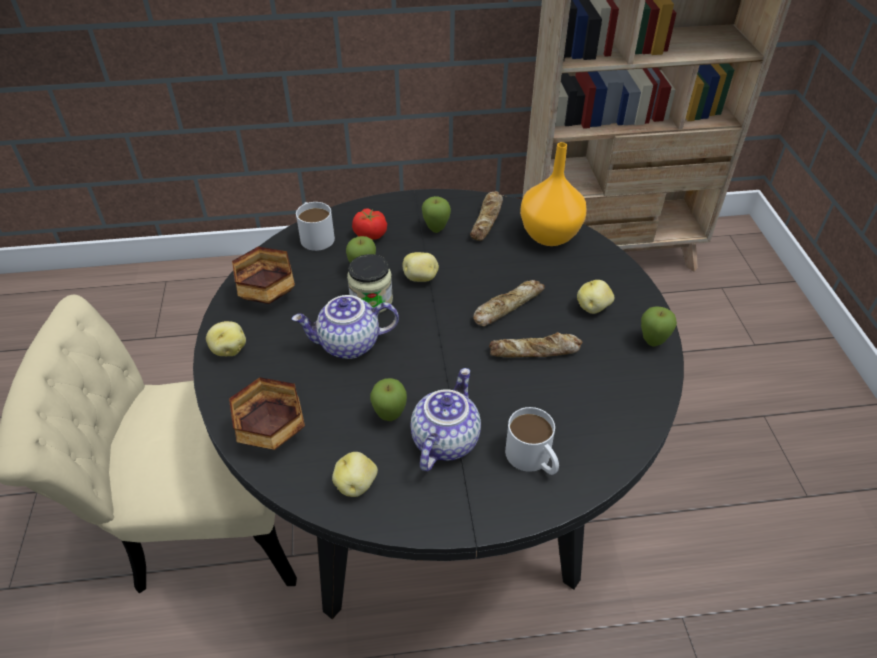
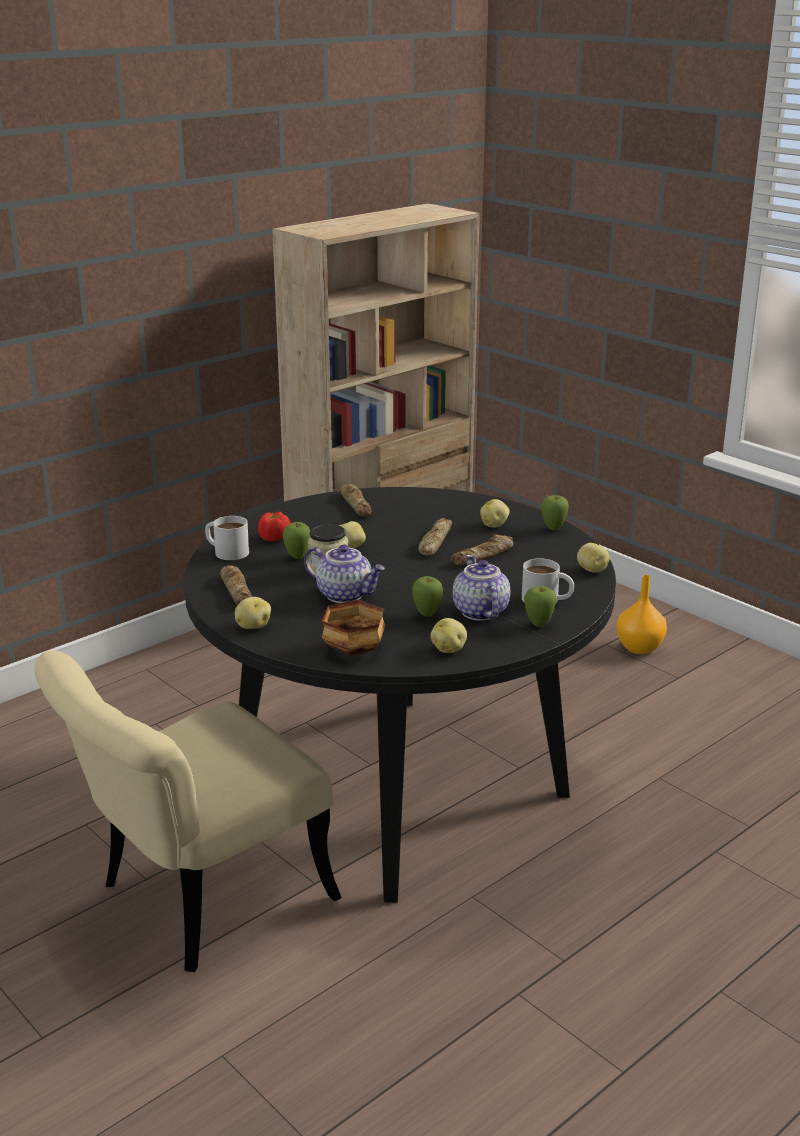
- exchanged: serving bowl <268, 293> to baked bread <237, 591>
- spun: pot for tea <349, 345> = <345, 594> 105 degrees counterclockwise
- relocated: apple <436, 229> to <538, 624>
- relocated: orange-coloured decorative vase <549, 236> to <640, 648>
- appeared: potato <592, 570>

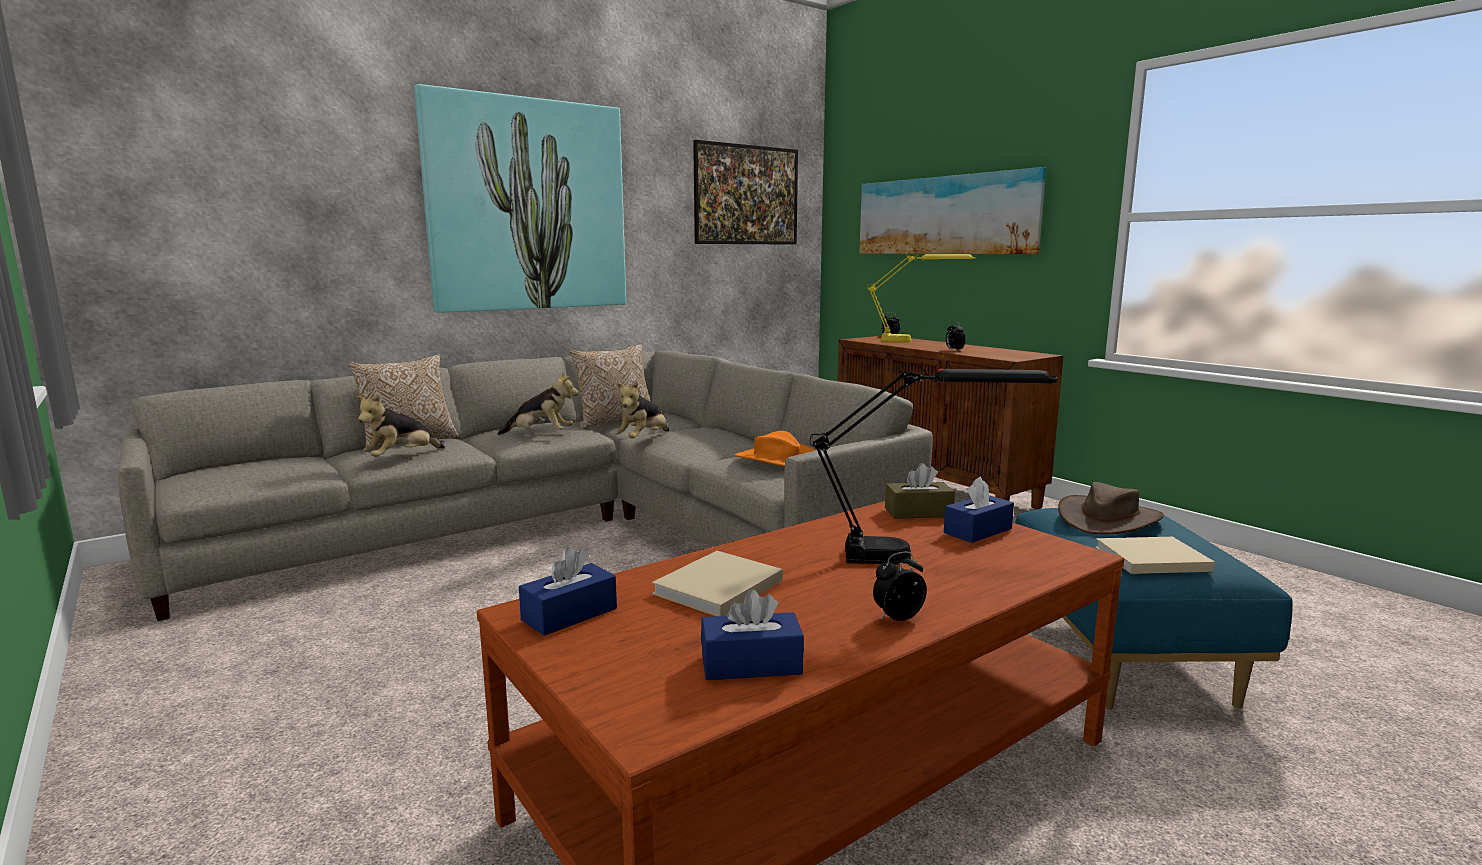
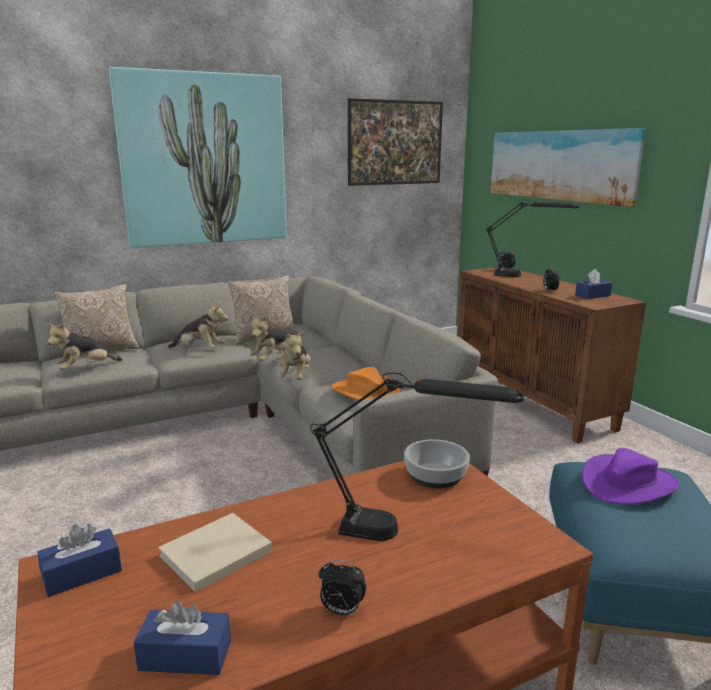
- colour: yellow table lamp <916, 341> to black table lamp <525, 276>
- spun: table clock <897, 617> = <341, 611> 150 degrees counterclockwise
- exchanged: brown-coloured box of tissues <918, 512> to serving bowl <436, 475>
- relocated: bluish box of tissues <977, 531> to <592, 295>
- colour: brown-coloured wearable hat <1108, 519> to purple-coloured wearable hat <628, 483>
- missing: beige-coloured volume <1149, 559>
- appeared: plush toy <295, 377>

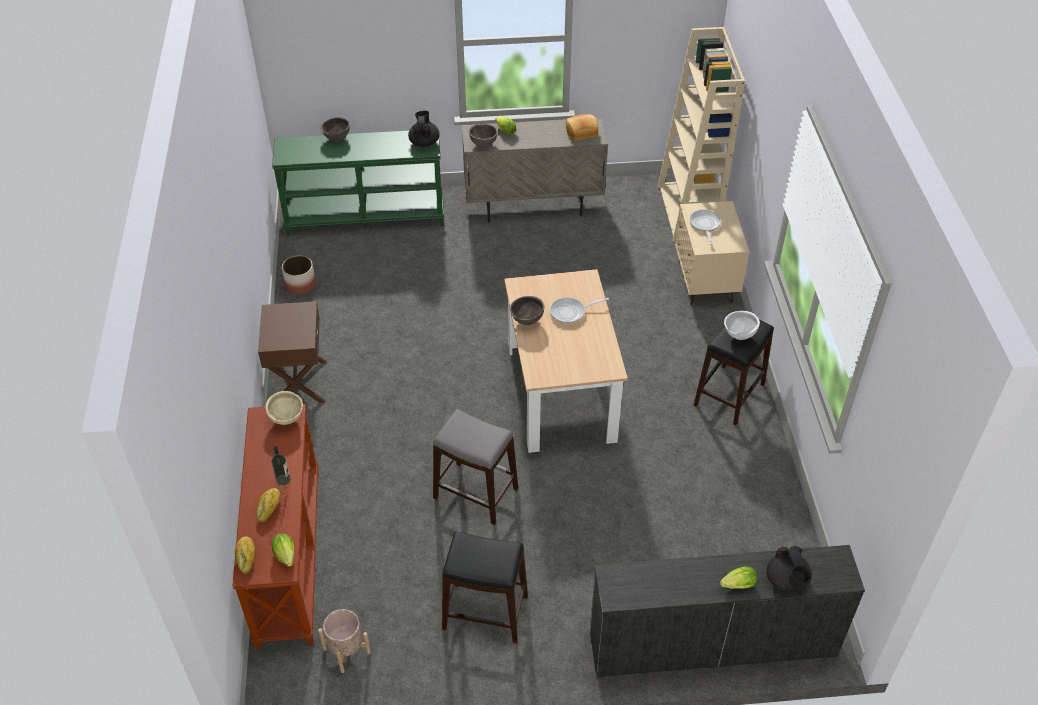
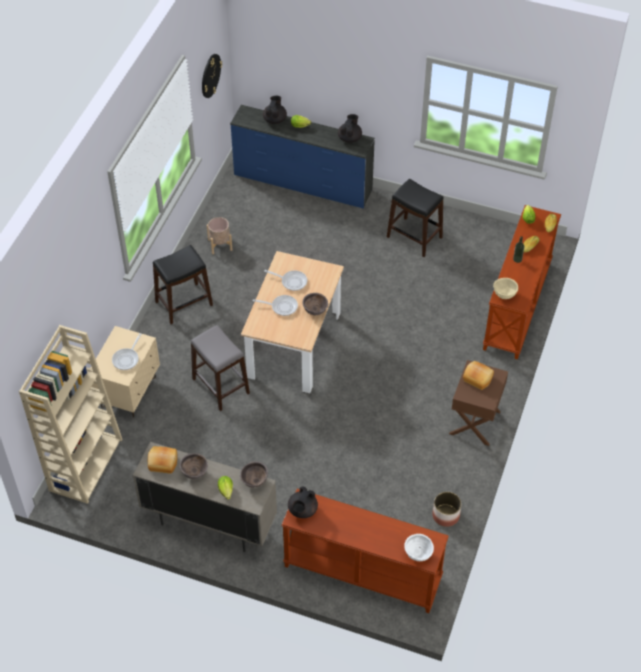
- colour: green hall table <366, 216> to brown-coloured hall table <361, 573>
- relocated: beige-coloured planter <347, 651> to <220, 244>
- relocated: brown-coloured serving bowl <337, 139> to <194, 473>
- relocated: gray stool seat <475, 493> to <220, 386>
- relocated: white serving bowl <739, 335> to <418, 554>
- appeared: hanging clock <210, 75>
- appeared: skillet <292, 281>
- appeared: black pot for tea <349, 138>
- appeared: baked bread <478, 378>

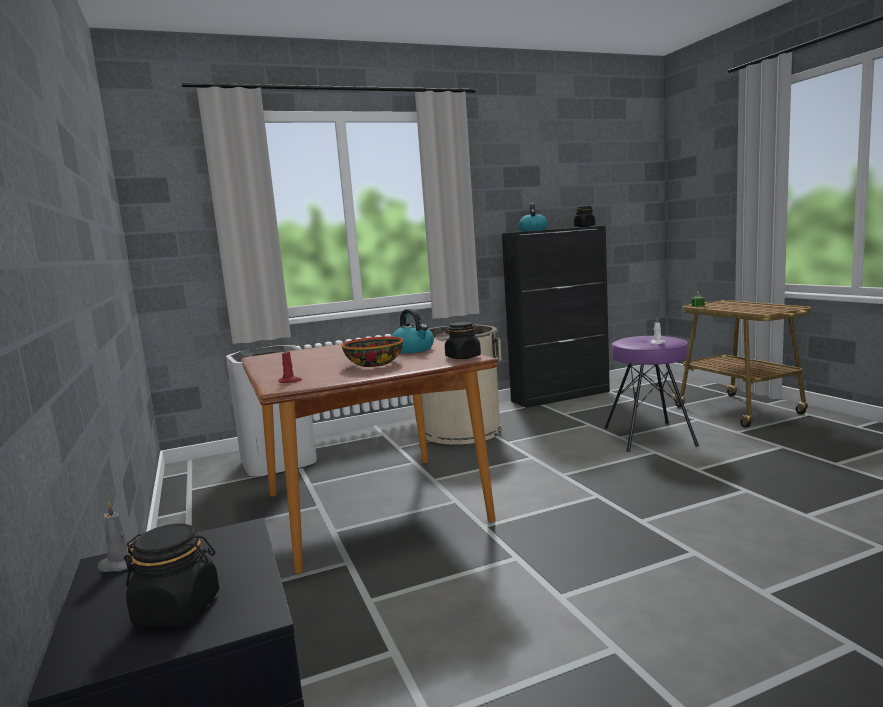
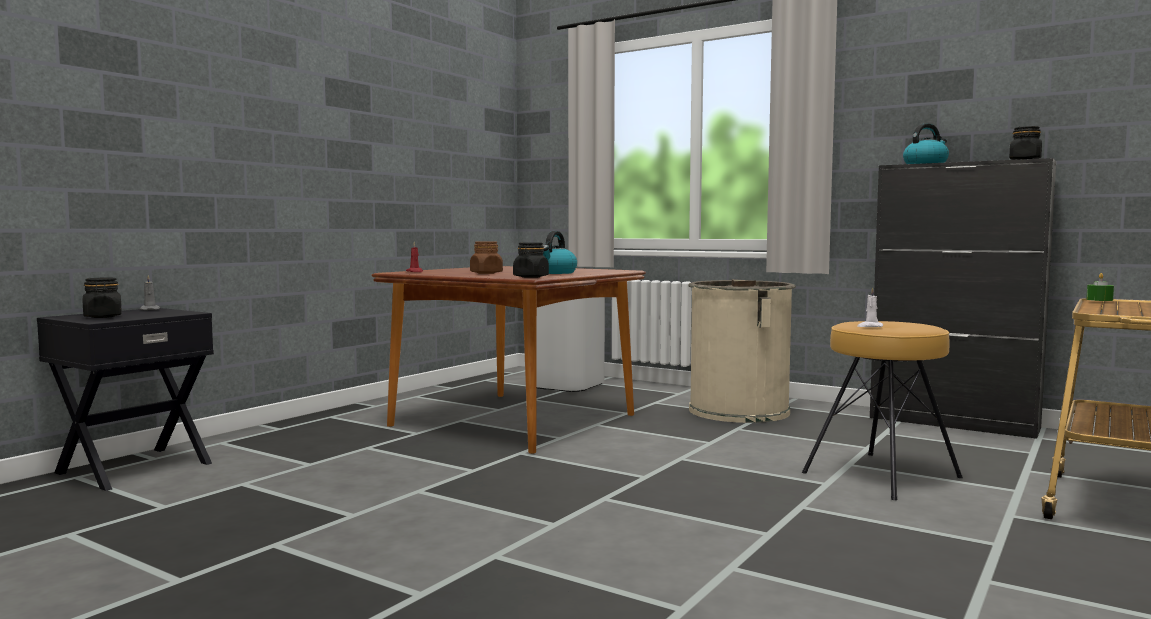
- exchanged: serving bowl <374, 364> to brown-coloured jar <486, 273>
- colour: purple-coloured stool seat <649, 436> to brown-coloured stool seat <882, 475>

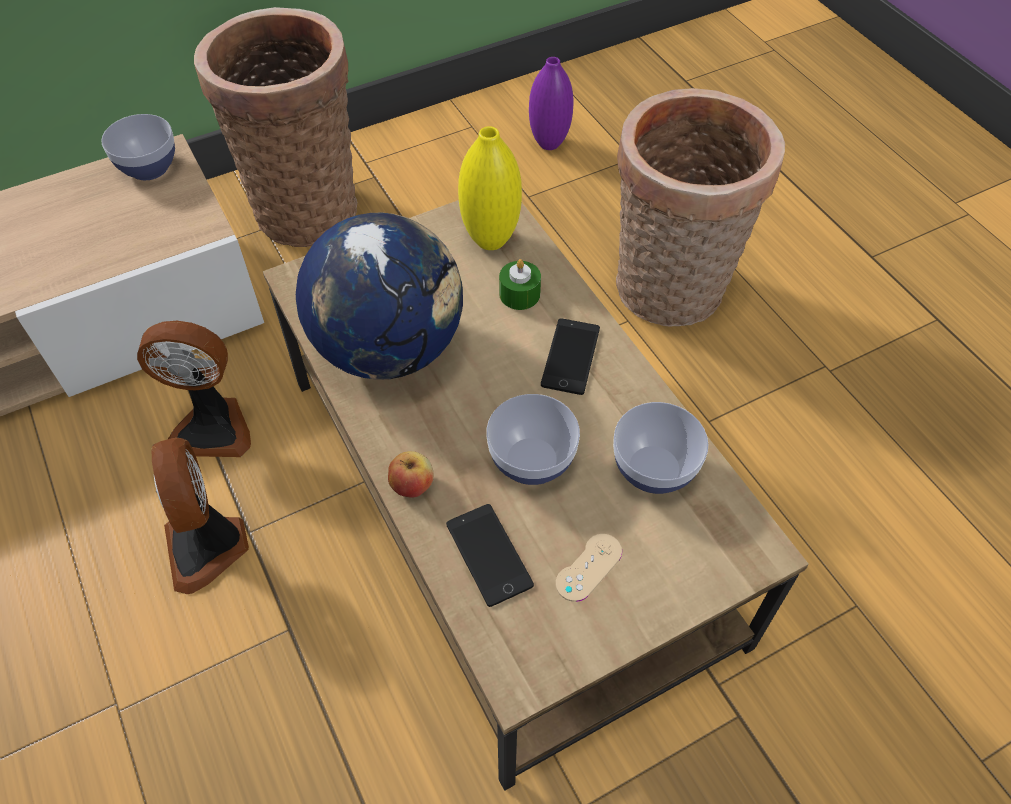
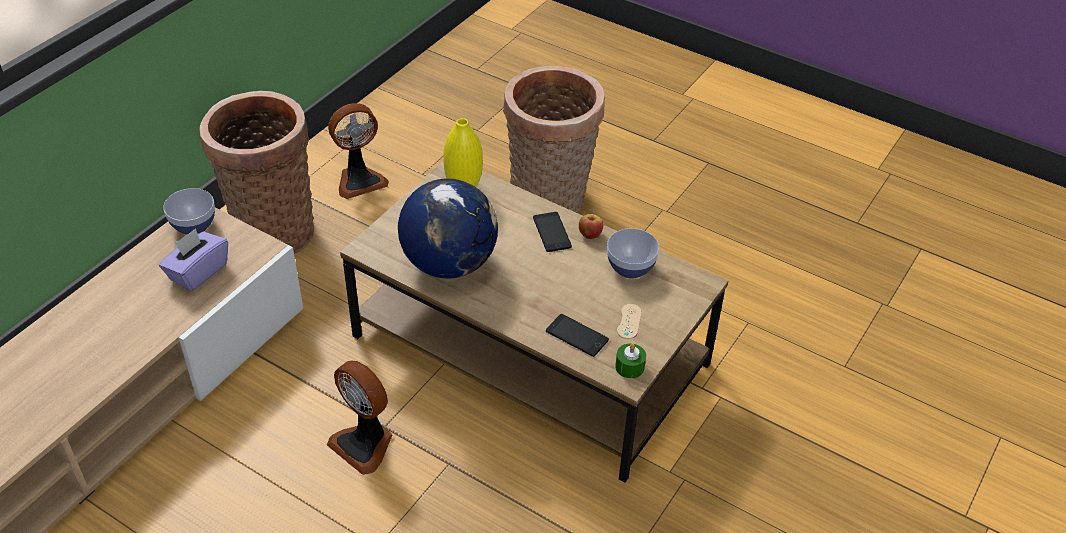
- relocated: electric fan <213, 427> to <359, 180>
- relocated: apple <412, 485> to <590, 234>
- missing: serving bowl <532, 461>
- relocated: green wax light <519, 294> to <629, 367>
- missing: purple-coloured decorative vase <549, 143>
- appeared: purple-coloured box of tissues <198, 272>

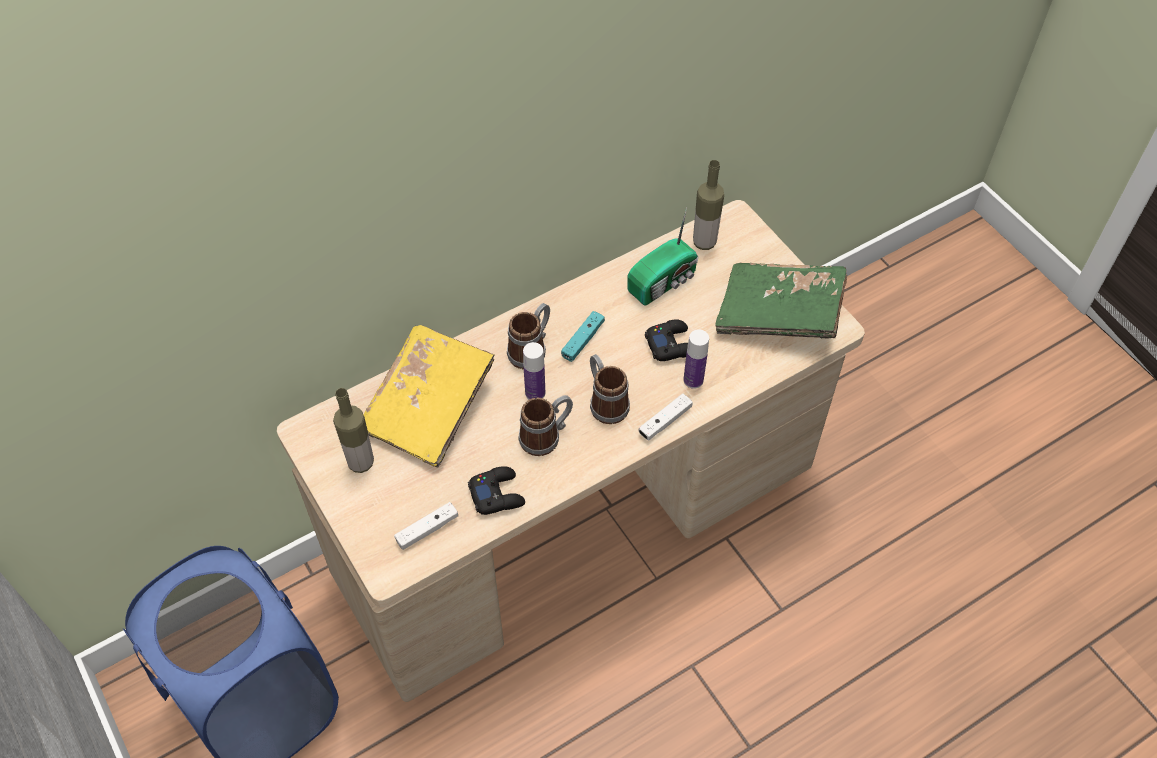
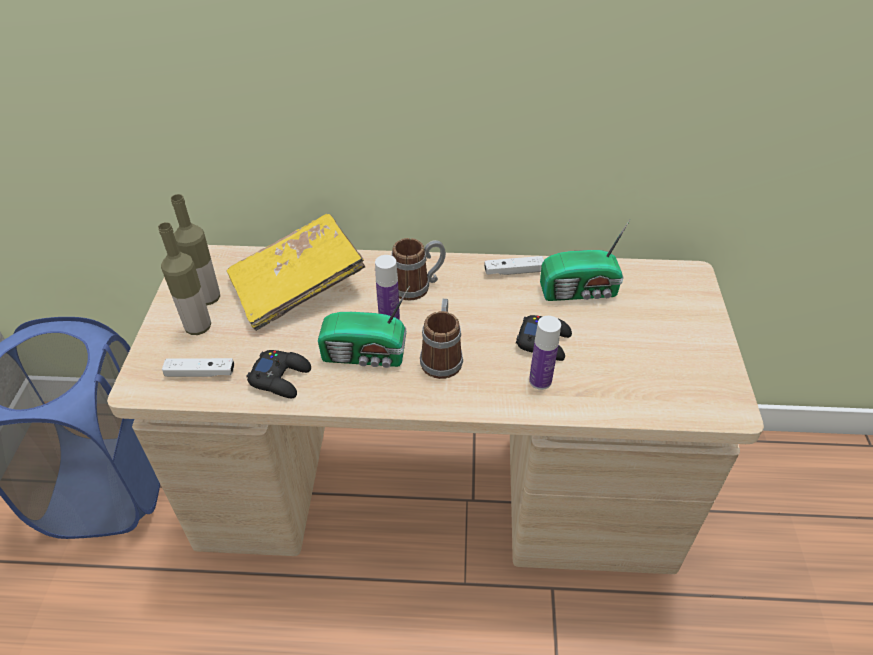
- exchanged: mug <546, 436> to radio <366, 355>
- missing: turquoise gamepad <583, 340>
- relocated: white gamepad <665, 421> to <514, 271>
- relocated: drink bottle <704, 242> to <198, 327>
- missing: green volume <779, 314>

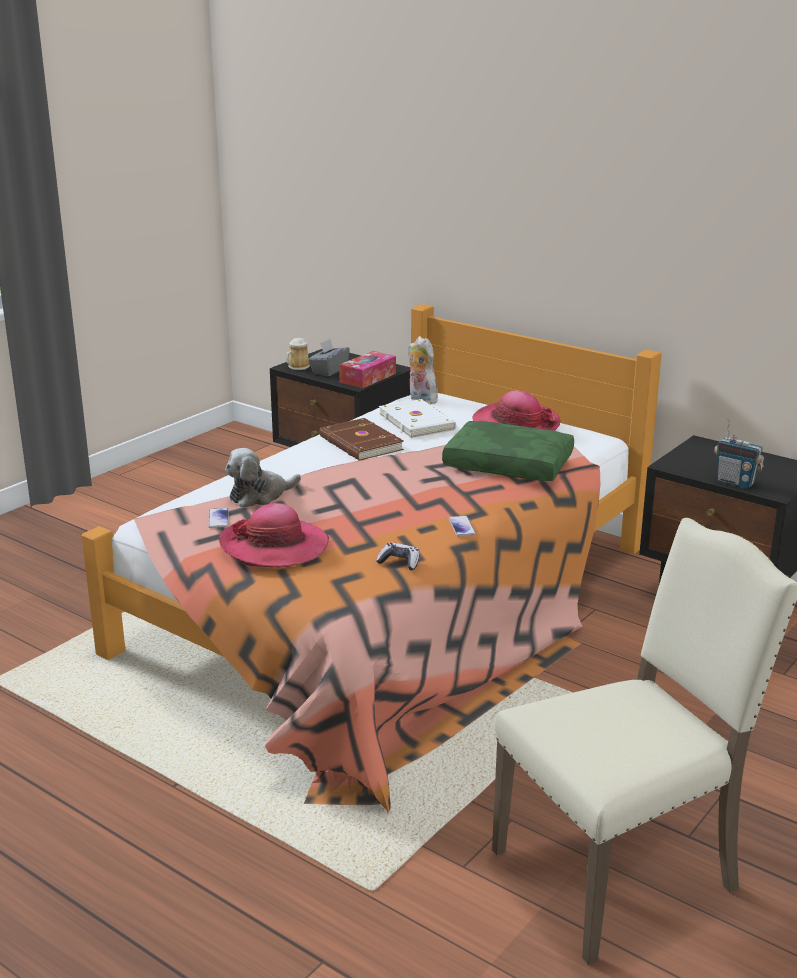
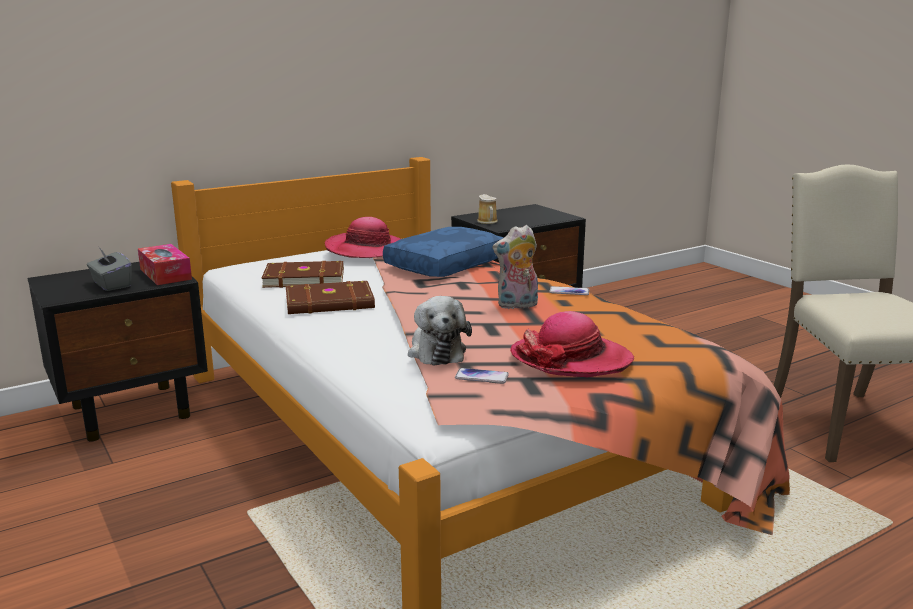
- relocated: mug <297, 367> to <487, 222>
- missing: gamepad <399, 562>
- colour: white volume <417, 422> to brown-coloured volume <303, 278>
- relocated: plush toy <420, 399> to <517, 305>
- colour: green cushion <509, 464> to bluish cushion <445, 264>
- missing: radio <735, 482>

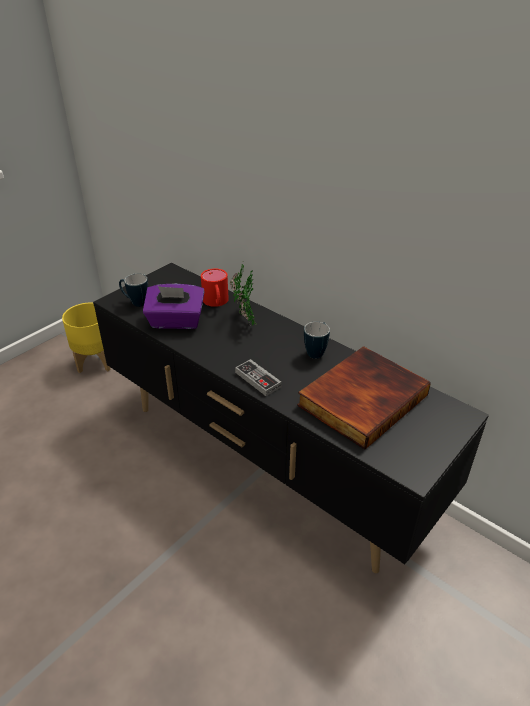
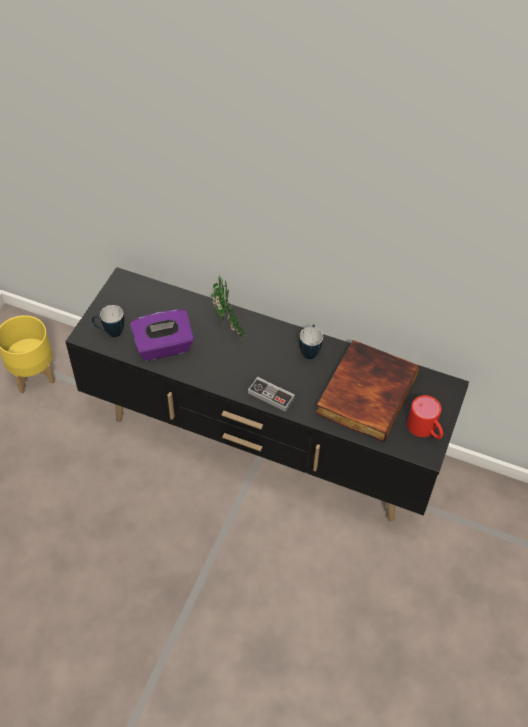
- relocated: red mug <216, 302> to <425, 430>

